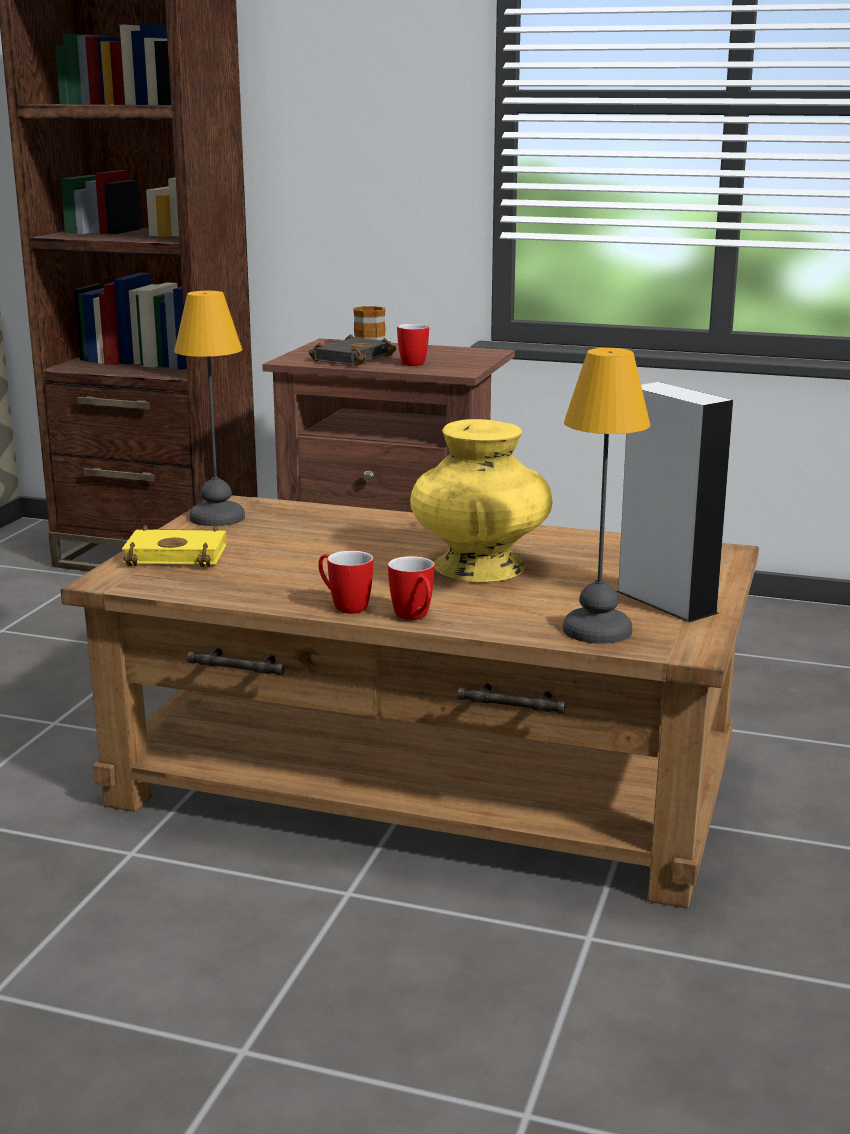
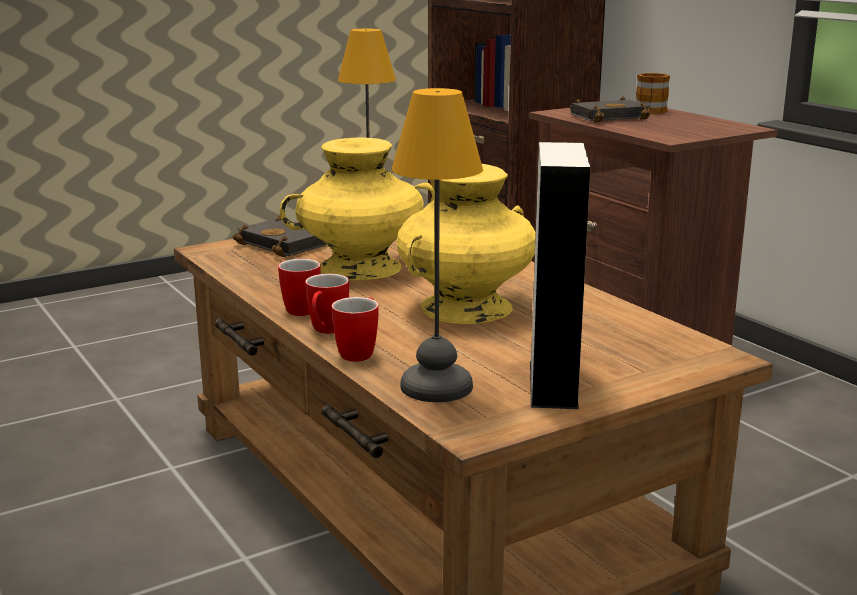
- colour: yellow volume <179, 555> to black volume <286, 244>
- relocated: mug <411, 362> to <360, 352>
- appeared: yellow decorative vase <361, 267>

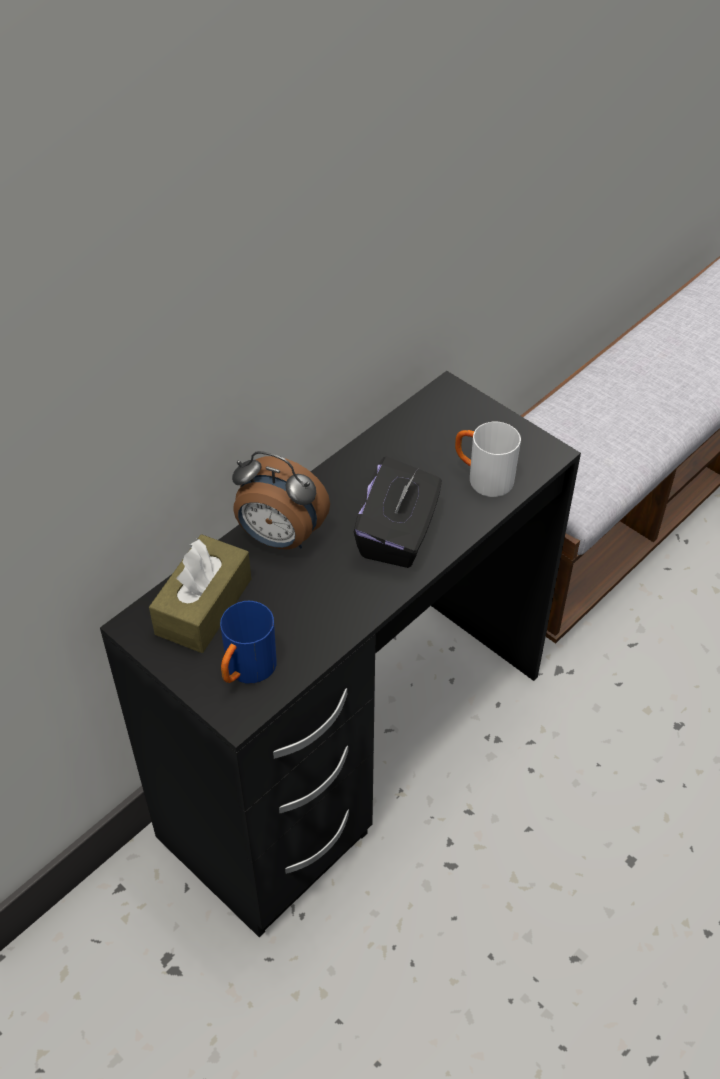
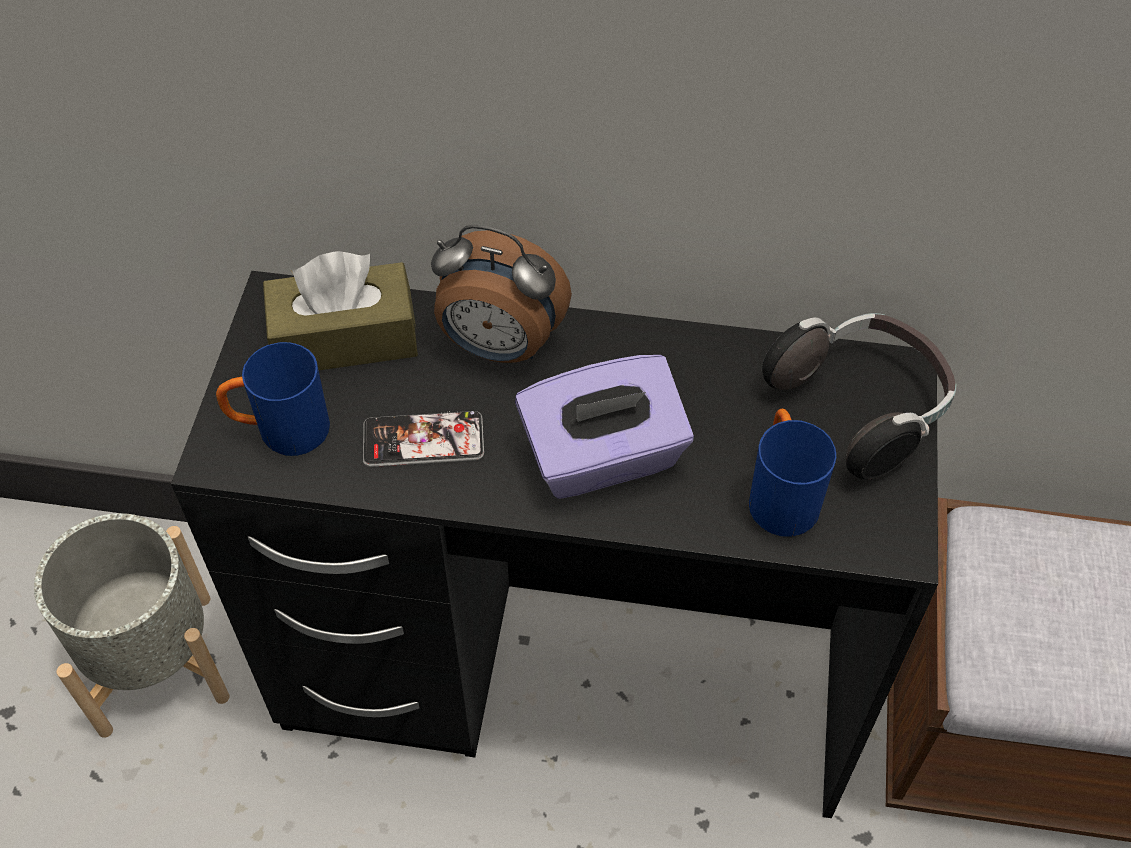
- spun: table clock <279, 538> = <499, 346> 60 degrees counterclockwise
- colour: black box of tissues <398, 535> to purple-coloured box of tissues <603, 457>
- colour: white mug <482, 478> to bluish mug <780, 494>
- appeared: gray planter <155, 663>
- appeared: telephone <423, 440>
- appeared: pair of headphones <861, 407>

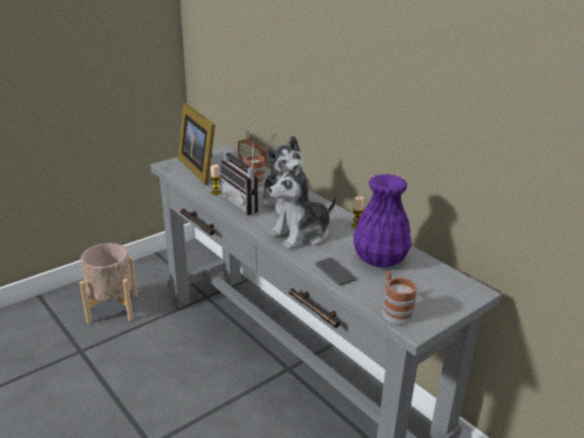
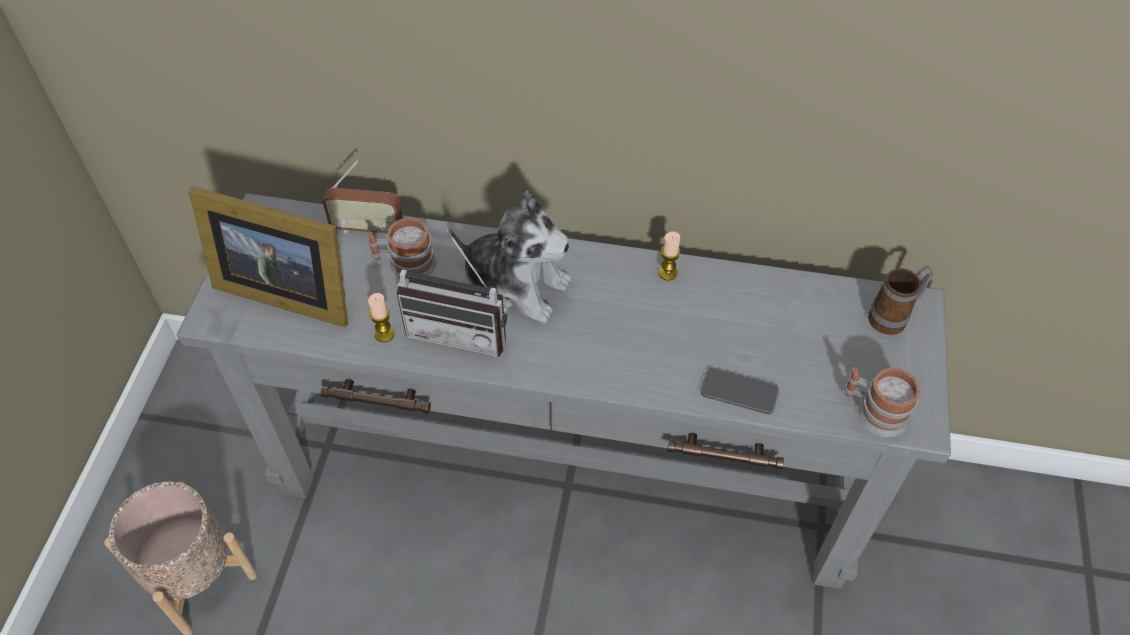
- missing: plush toy <301, 234>
- missing: purple-coloured decorative vase <379, 259>
- appeared: mug <893, 317>

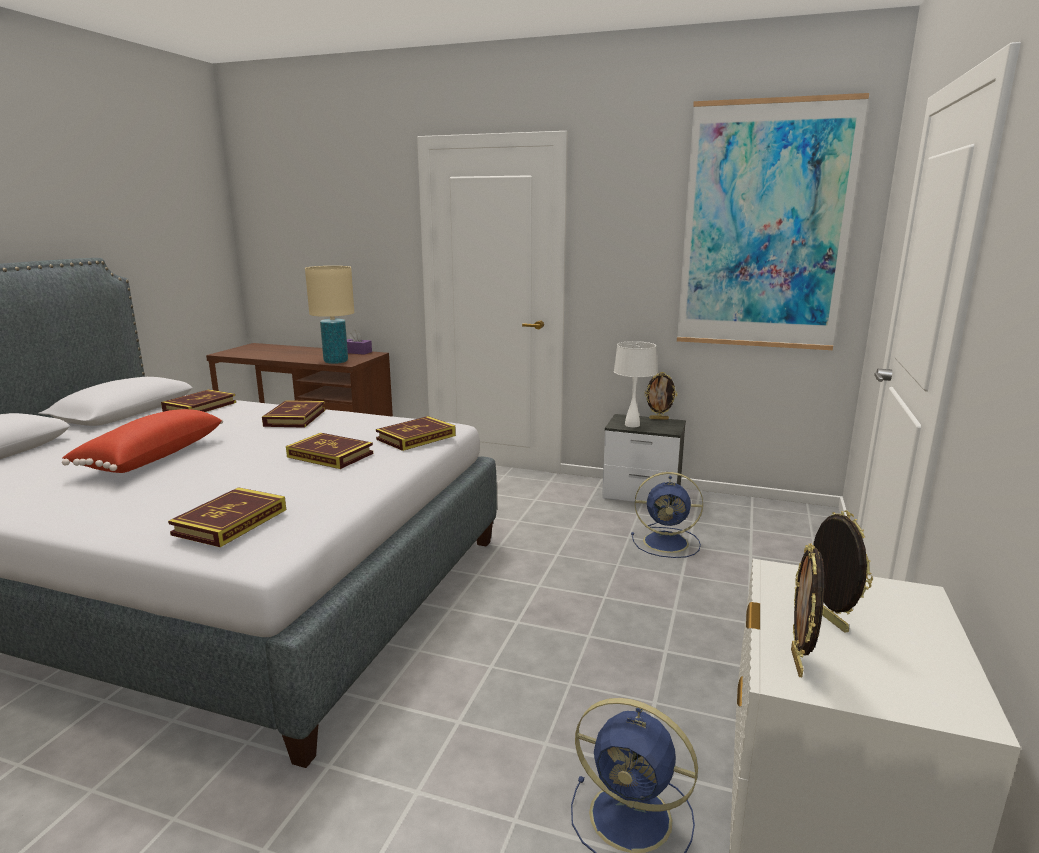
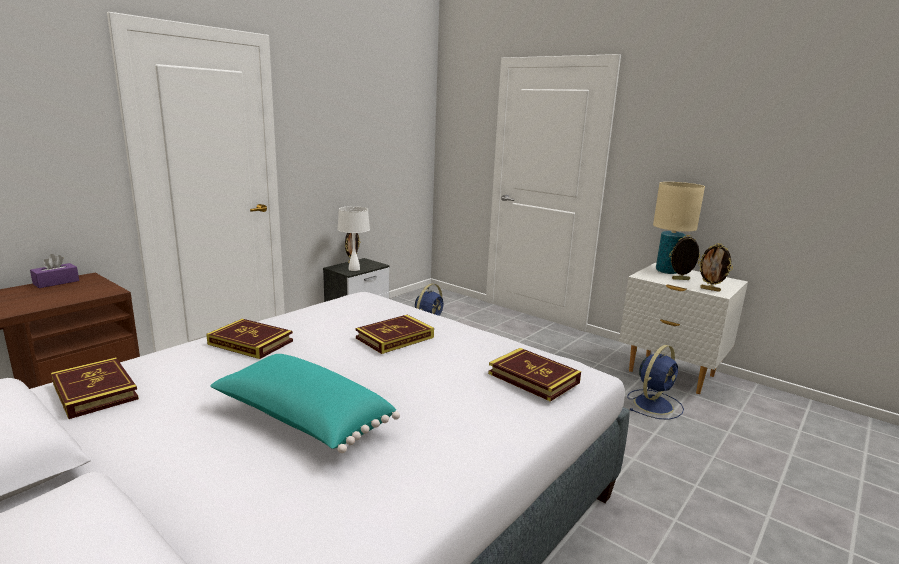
- colour: red cushion <150, 457> to turquoise cushion <302, 420>
- relocated: beige-coloured table lamp <336, 361> to <667, 271>
- missing: volume <416, 437>
- missing: wall art <764, 227>

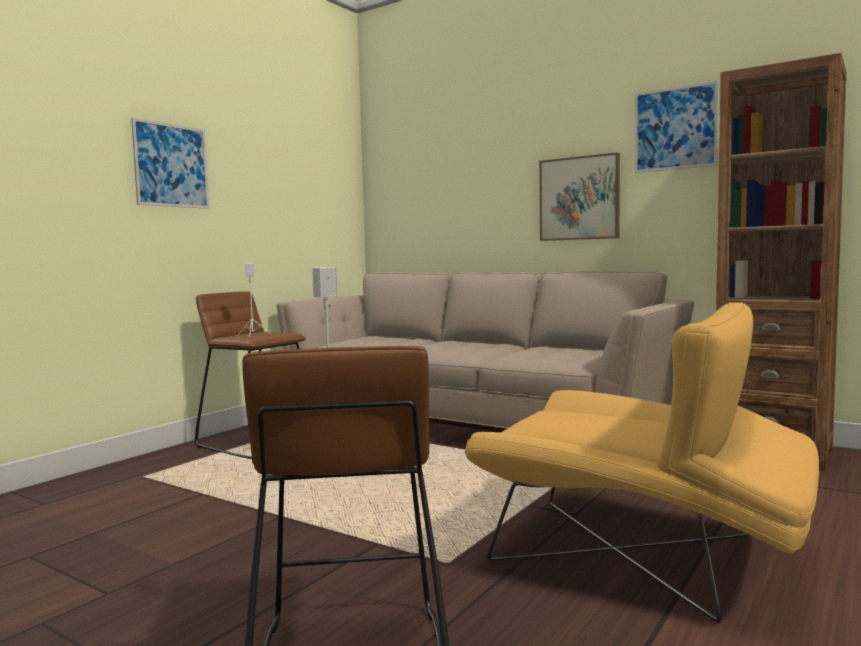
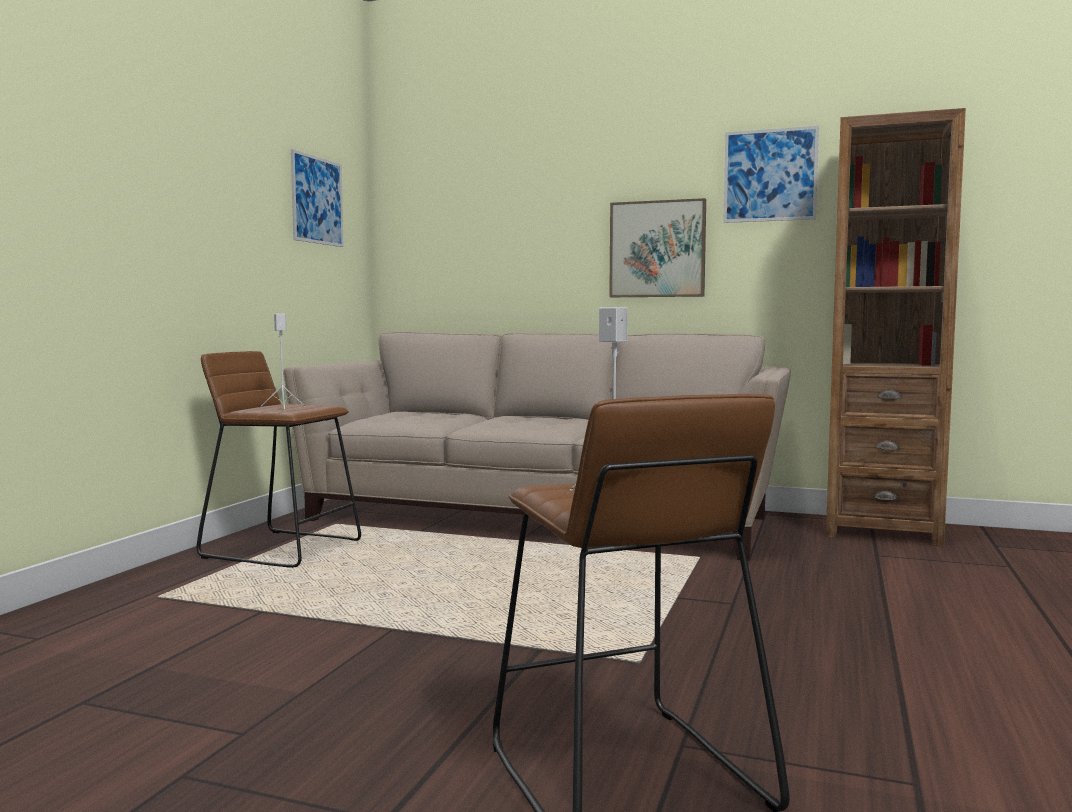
- relocated: wall art <171, 165> to <317, 200>
- missing: yellow easy chair <644, 555>

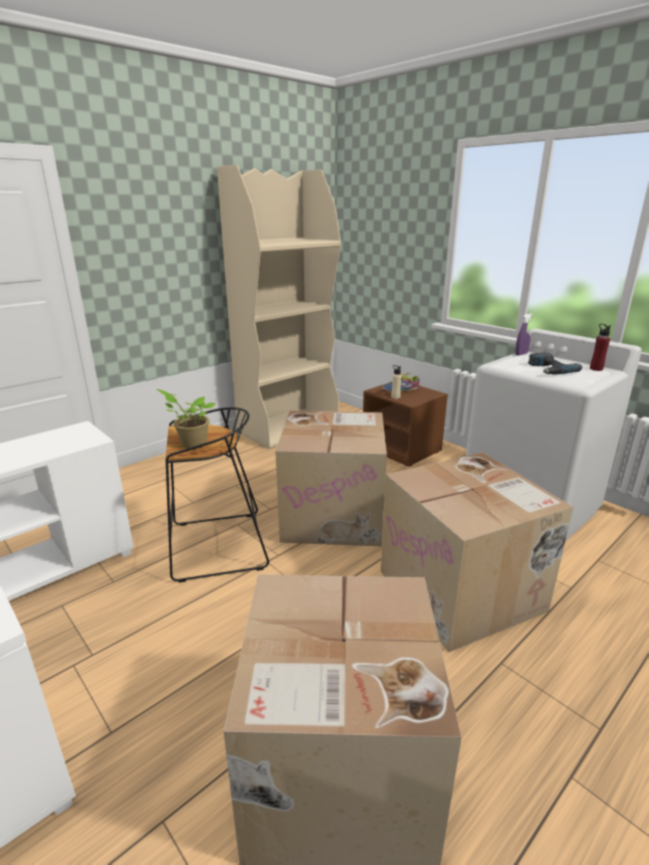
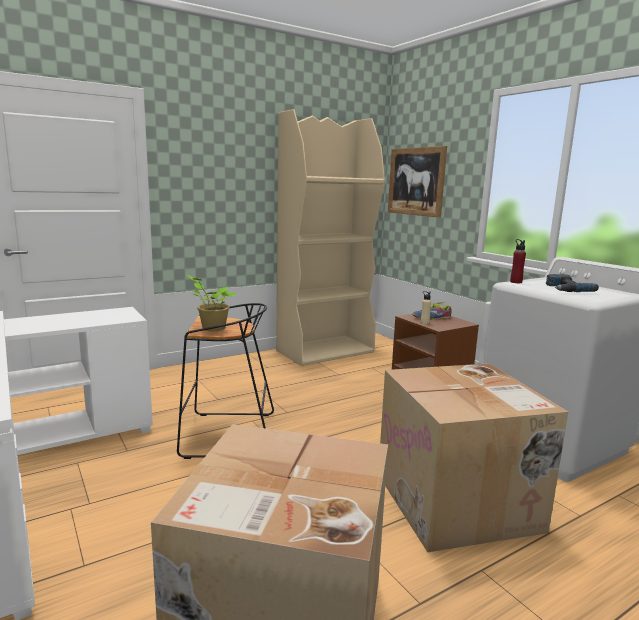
- missing: carton <334, 515>
- missing: purple-coloured sprayer <521, 354>
- relocated: red drink bottle <596, 369> to <516, 282>
- appeared: wall art <416, 181>

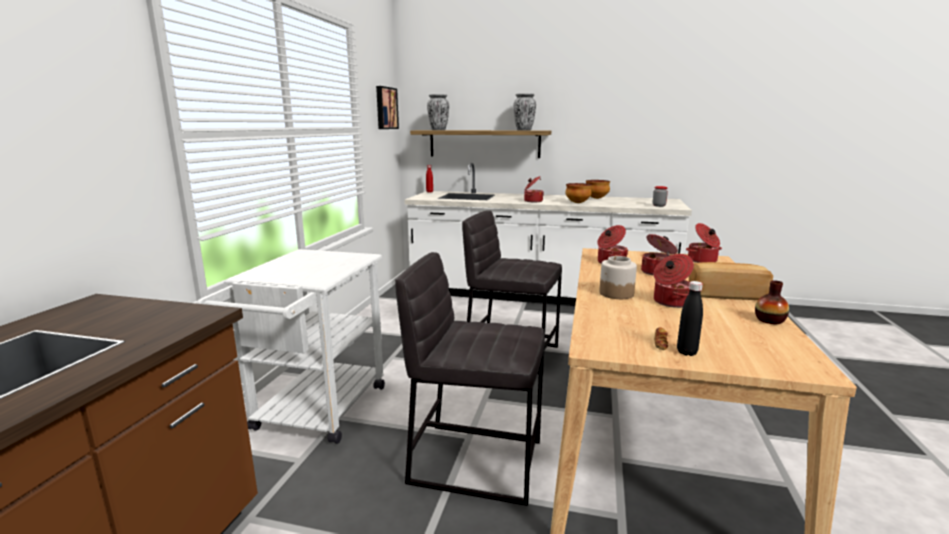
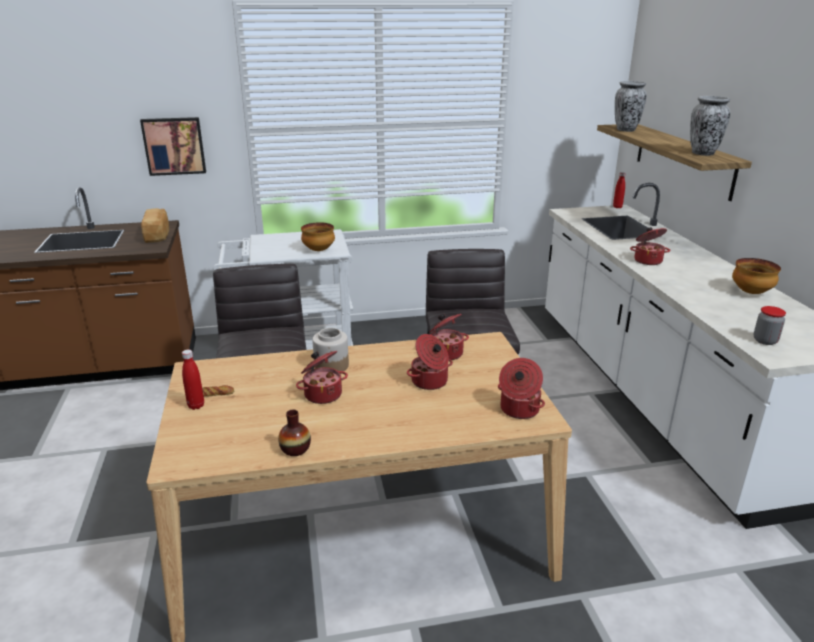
- relocated: wall art <385, 108> to <174, 146>
- relocated: serving bowl <578, 203> to <319, 250>
- colour: black drink bottle <686, 352> to red drink bottle <196, 406>
- relocated: baked bread <726, 294> to <158, 235>

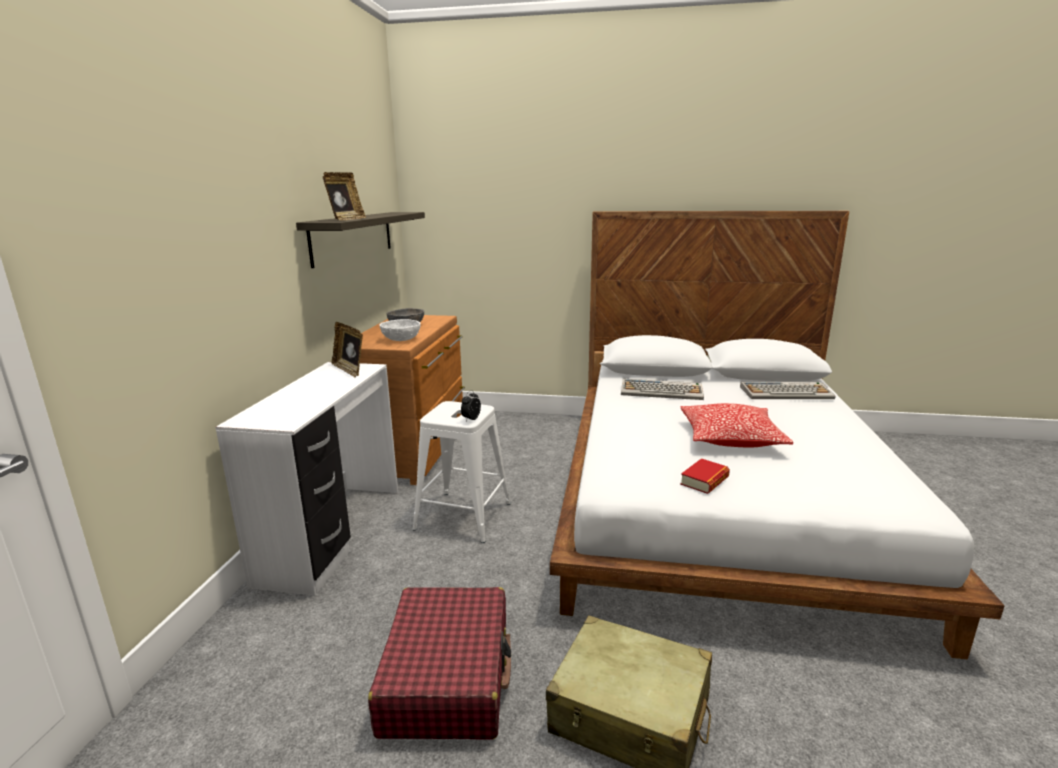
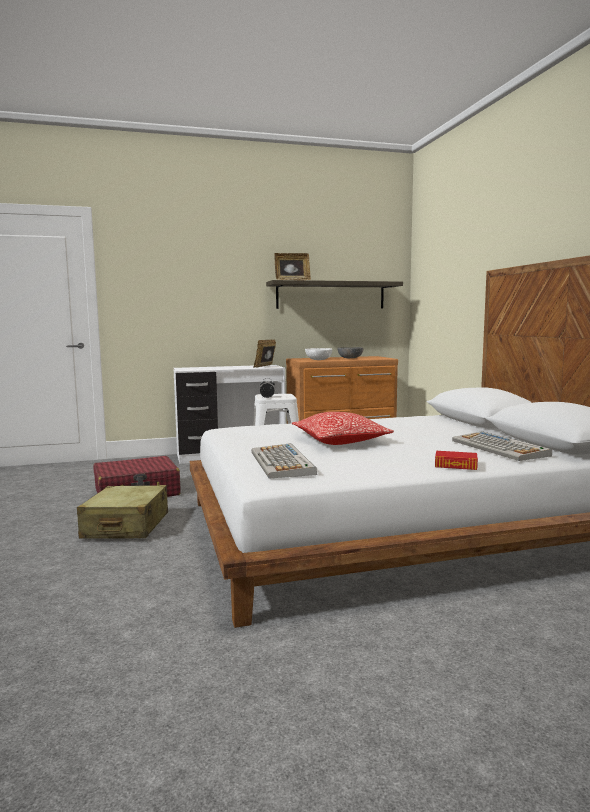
- relocated: PC keyboard <662, 391> to <282, 463>
- relocated: volume <704, 481> to <455, 465>

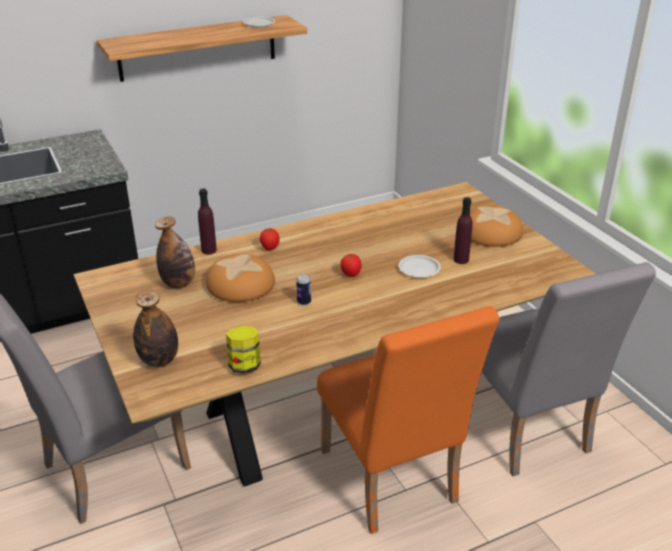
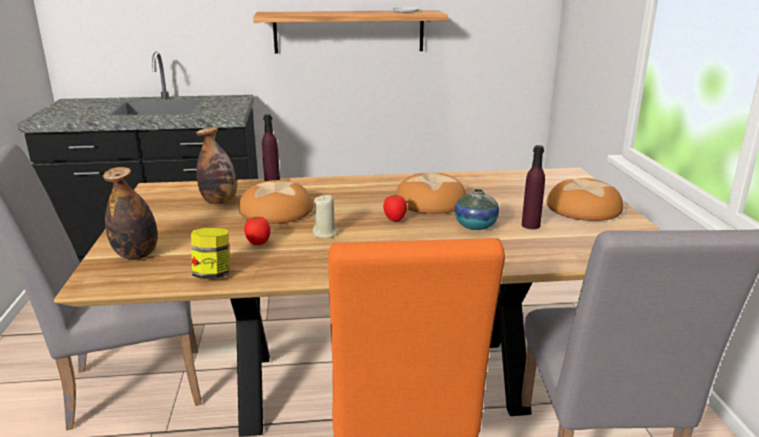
- relocated: whole tomato <269, 249> to <258, 244>
- exchanged: can <304, 302> to beige-coloured wax light <325, 233>
- exchanged: white flat dish <419, 269> to decorative vase <475, 226>
- appeared: baked bread <430, 201>

